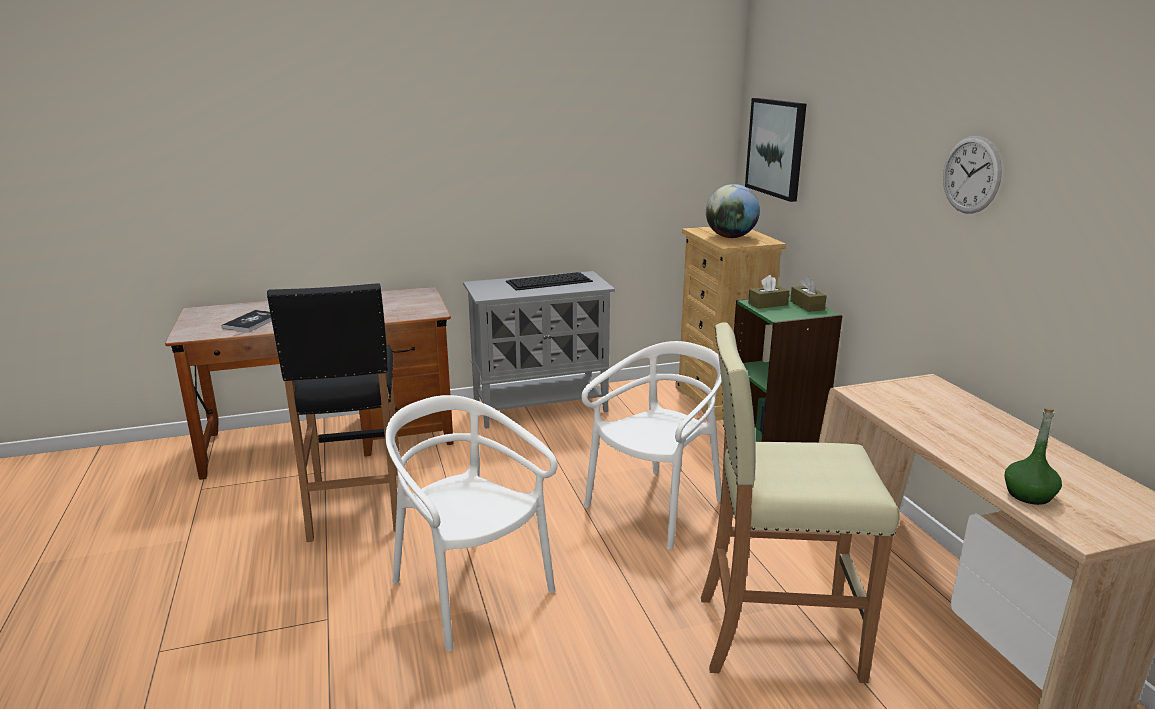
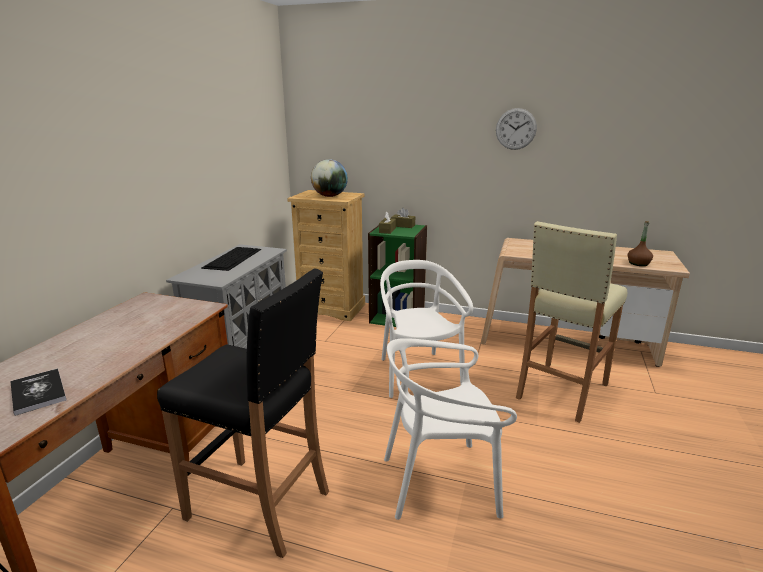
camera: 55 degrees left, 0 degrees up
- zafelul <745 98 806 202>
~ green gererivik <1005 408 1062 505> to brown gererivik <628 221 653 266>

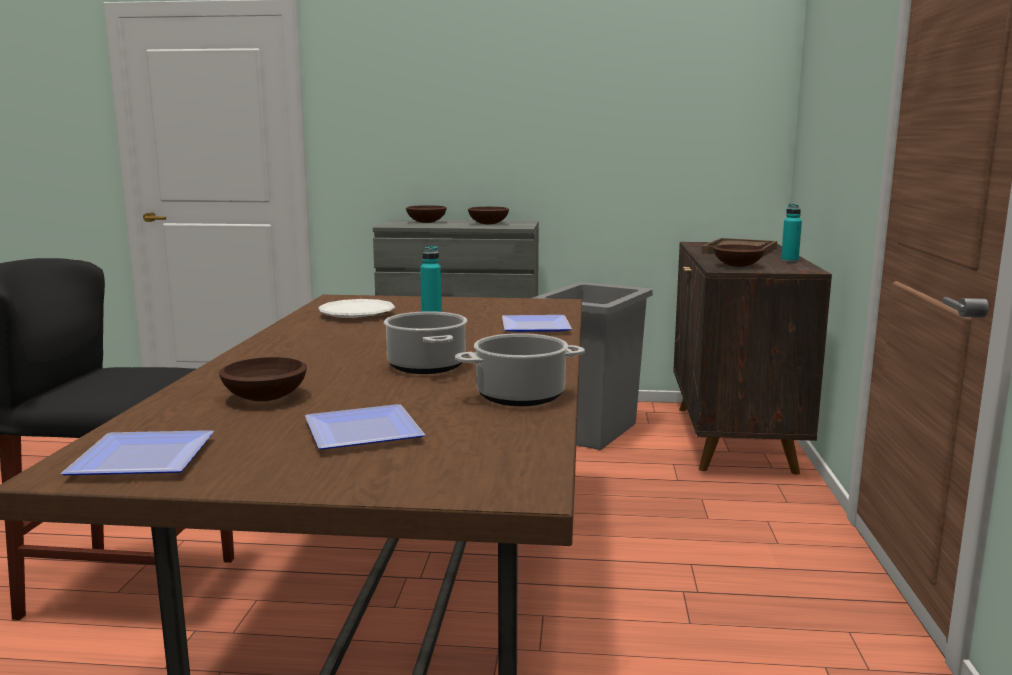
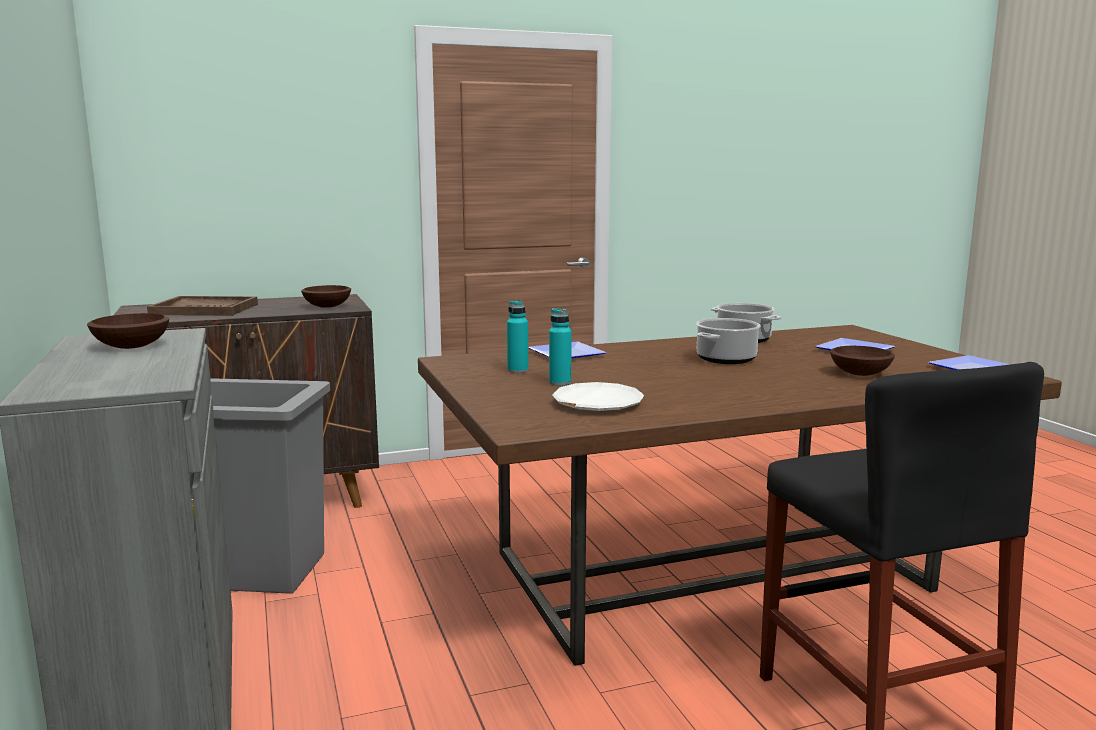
camera: 115 degrees left, 0 degrees up
- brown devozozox <406 205 447 223>
~ turquoise gererivik <781 203 802 262> to <507 300 528 373>

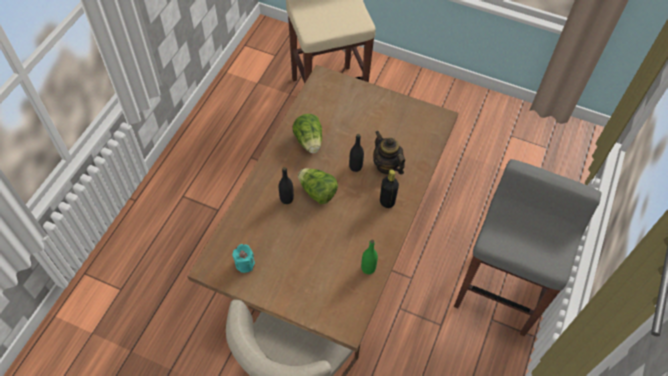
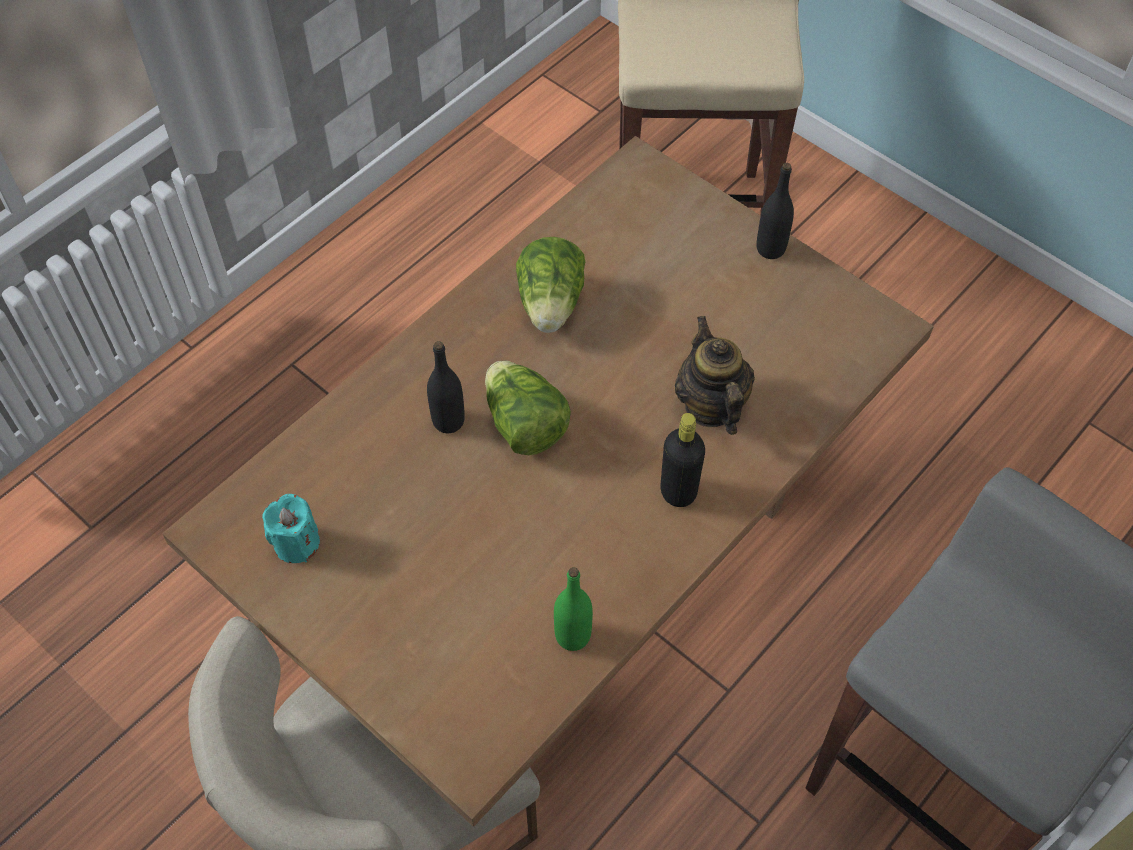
camera: 20 degrees right, 0 degrees up
~ black gererivik <349 134 364 172> to <757 163 794 259>

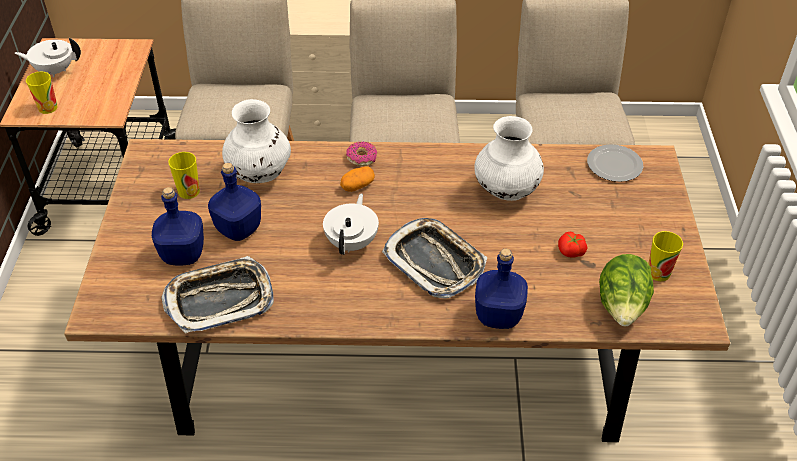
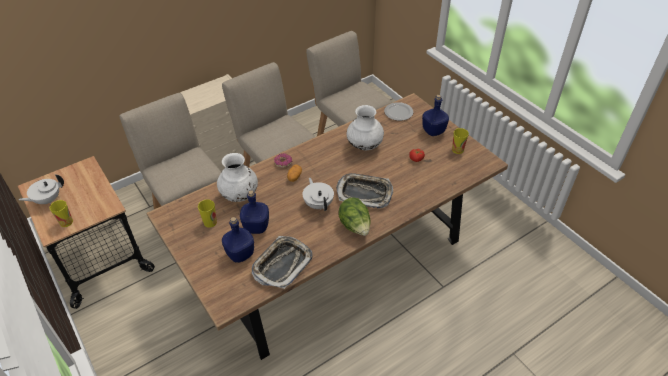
camera: 35 degrees left, 0 degrees up
~ blue gererivik <475 248 528 329> to <422 95 449 136>
~ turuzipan <599 254 654 326> to <338 198 371 236>

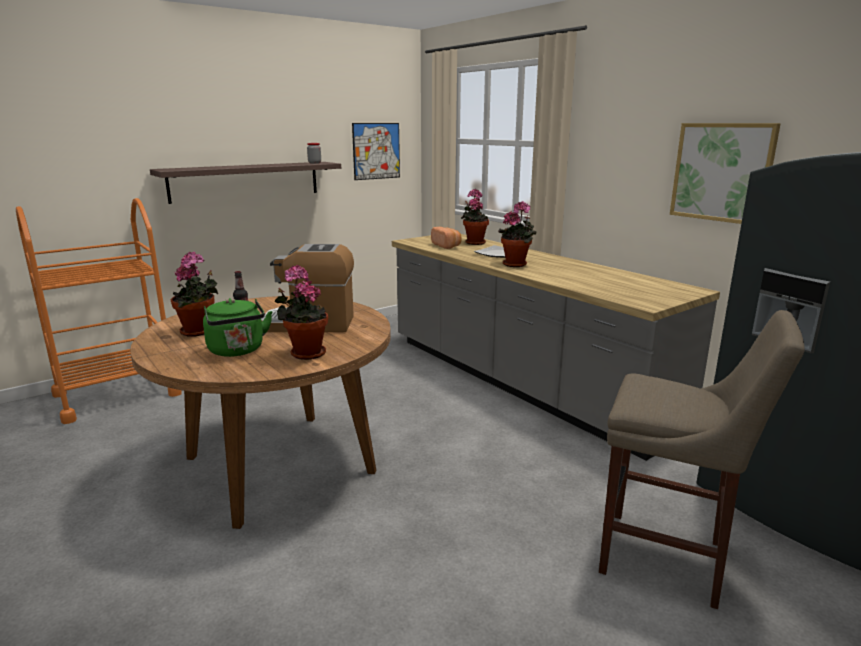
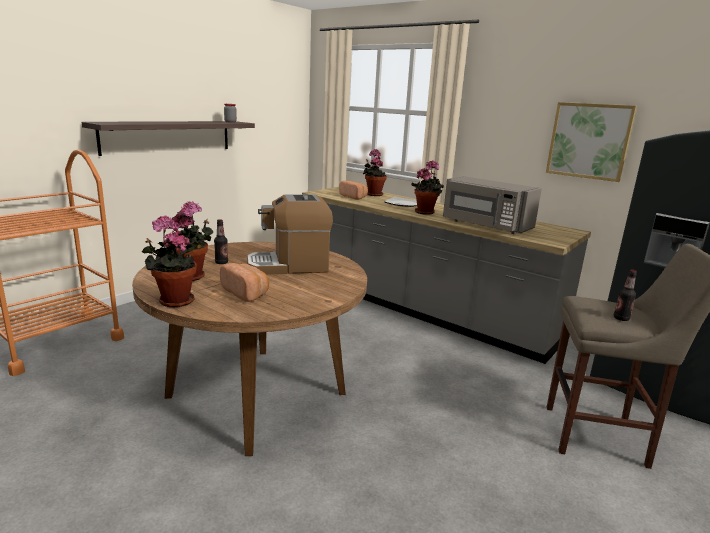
camera: 15 degrees left, 0 degrees up
- zafelul <352 123 400 180>
+ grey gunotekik <443 176 542 234>
+ gererivik <614 269 637 321>
~ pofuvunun <275 265 328 360> to <142 216 197 307>
~ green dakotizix <203 298 272 357> to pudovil <220 263 269 302>

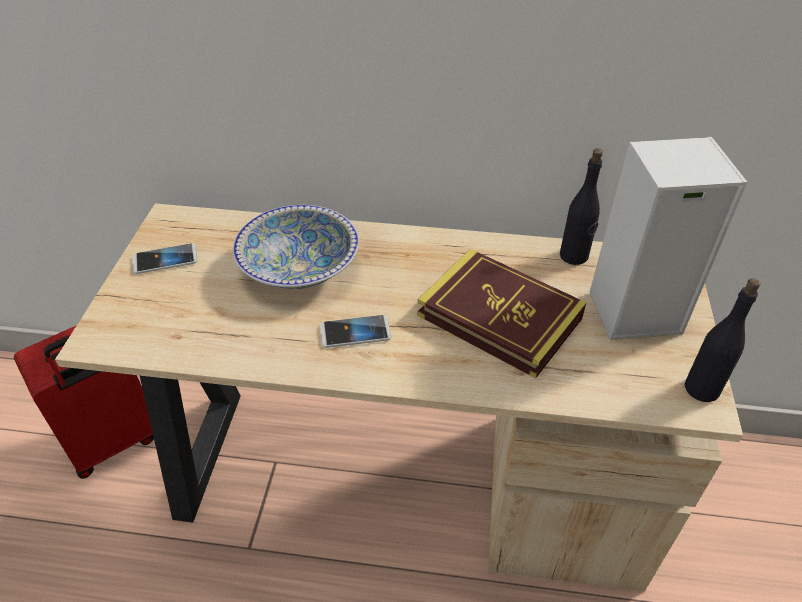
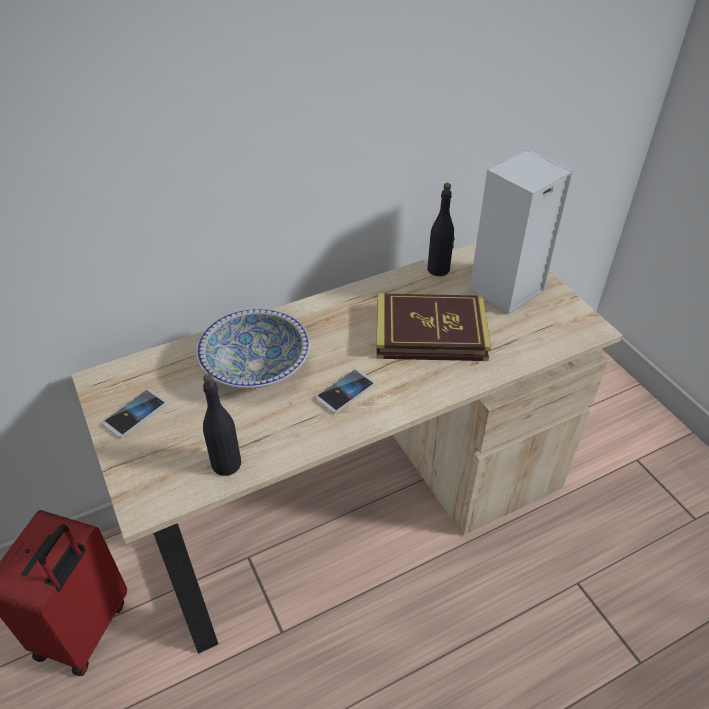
camera: 35 degrees left, 0 degrees up
~ black gererivik <684 278 760 402> to <203 374 241 476>

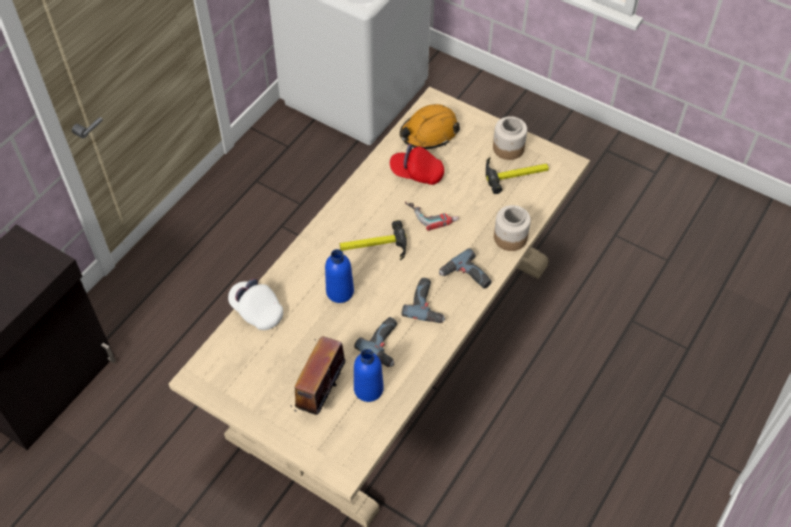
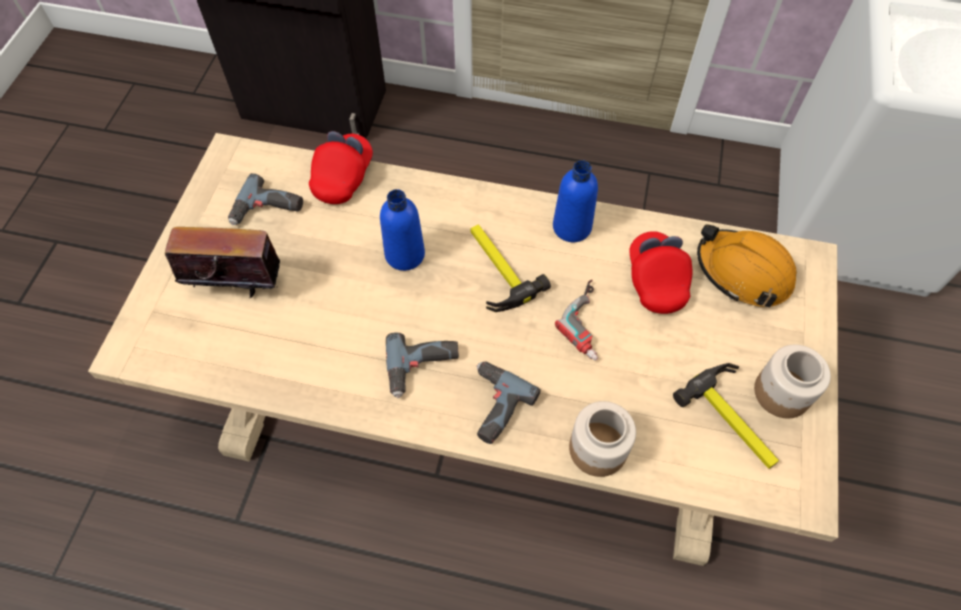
camera: 70 degrees right, 5 degrees up
~ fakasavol <354 317 397 367> to <228 173 303 225>
~ blue gererivik <354 349 384 402> to <553 160 598 242>
~ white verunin <228 278 283 330> to red verunin <309 131 373 204>

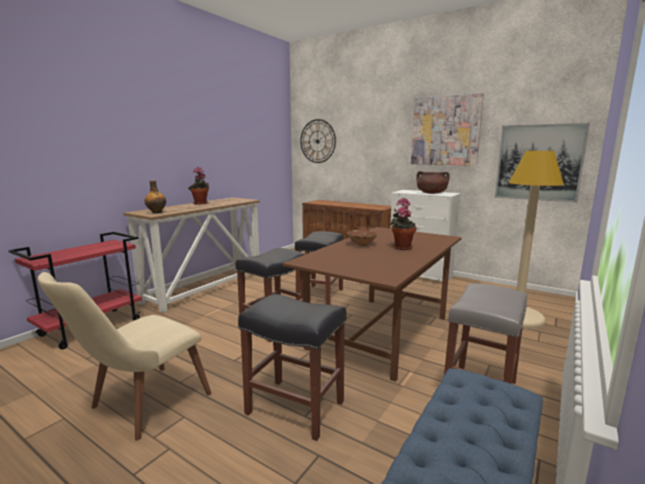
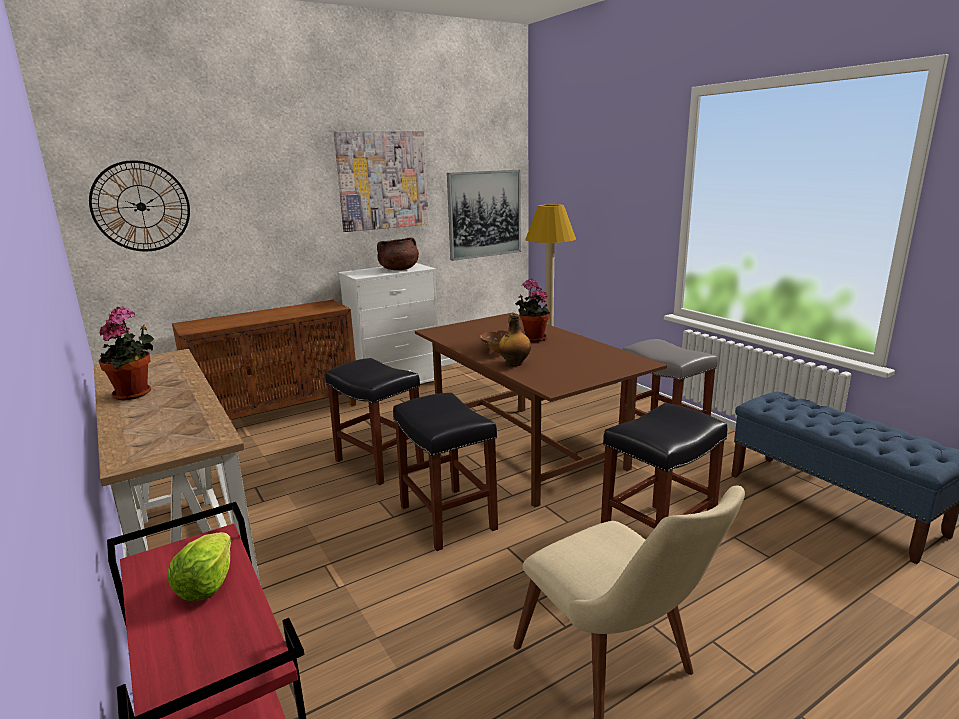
camera: 65 degrees left, 5 degrees up
+ turuzipan <168 532 231 601>
~ gererivik <144 180 166 213> to <498 313 531 366>

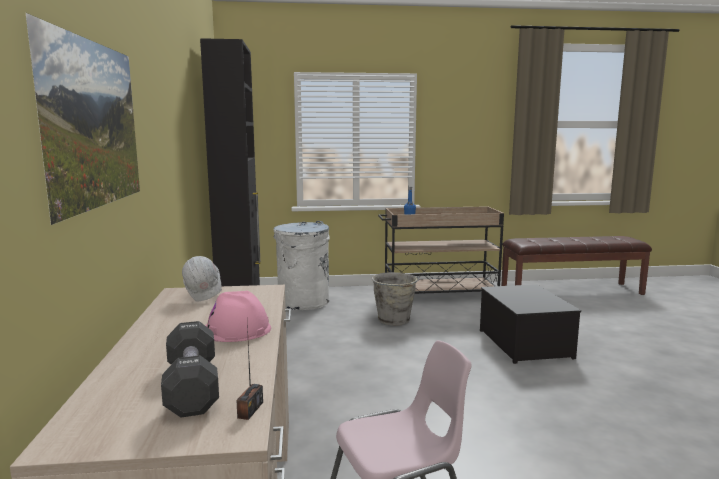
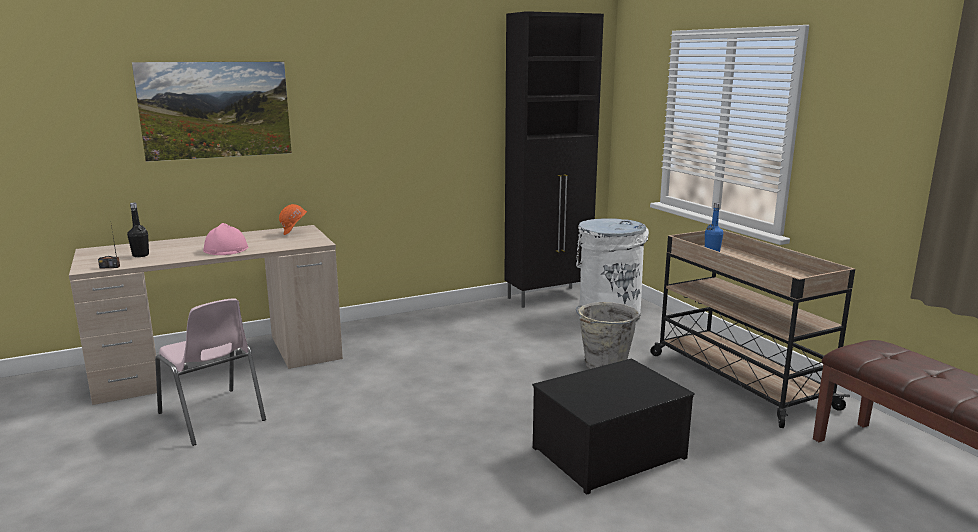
camera: 70 degrees right, 5 degrees up
~ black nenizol <161 321 219 418> to black gererivik <127 203 149 257>
~ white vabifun <182 256 222 302> to orange vabifun <279 204 307 235>

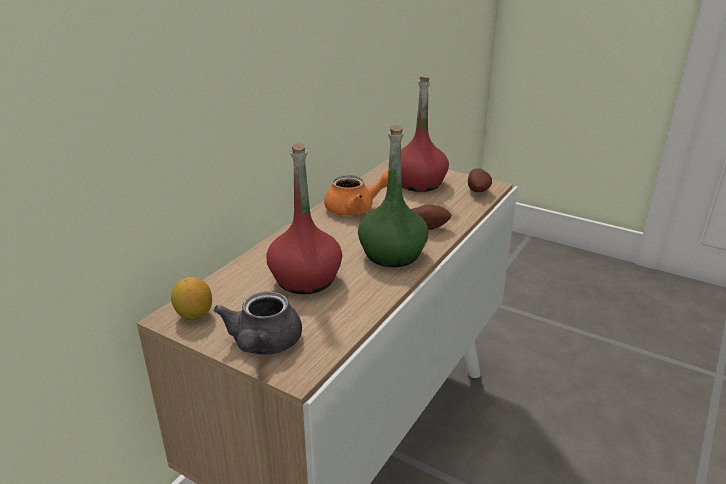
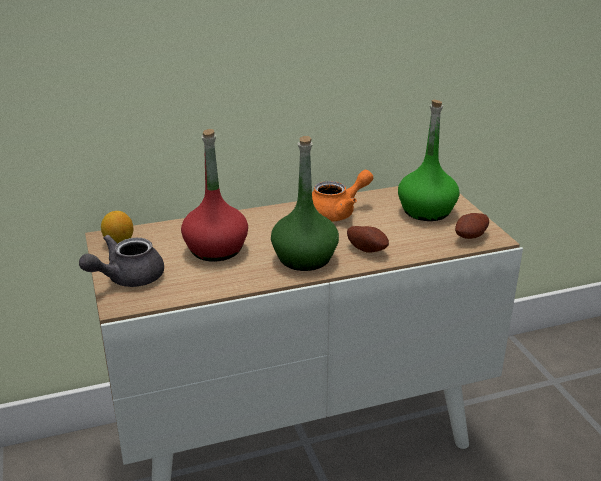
camera: 40 degrees right, 0 degrees up
~ red gererivik <401 76 449 192> to green gererivik <398 100 460 221>
~ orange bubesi <324 170 388 216> = <312 170 373 222> 60 degrees counterclockwise

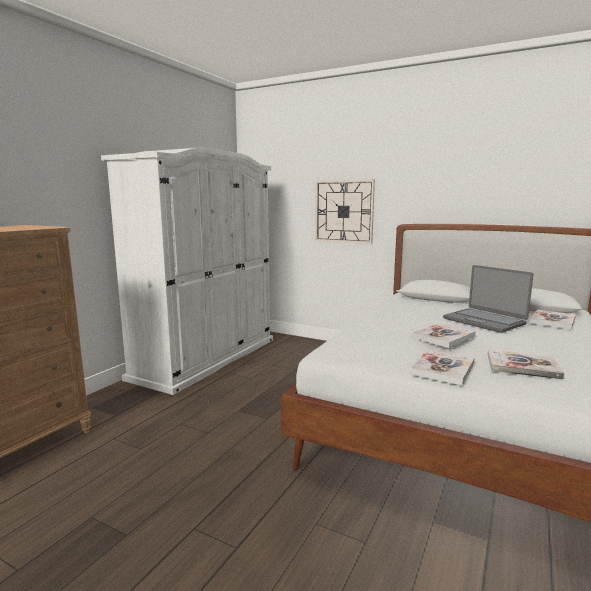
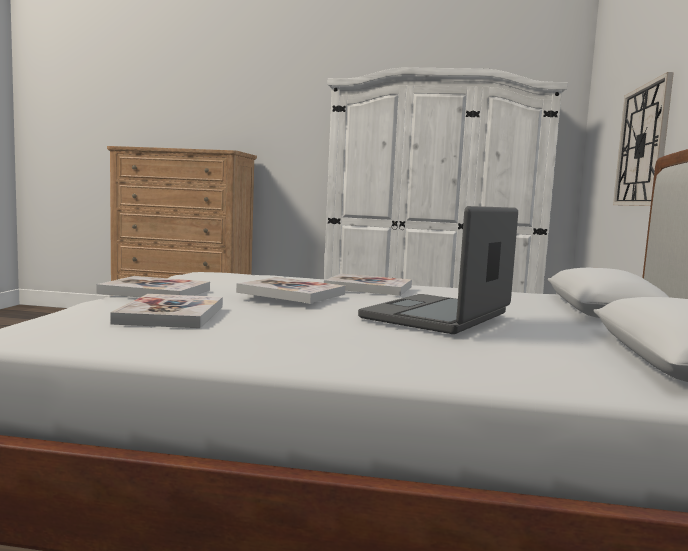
camera: 70 degrees right, 5 degrees down
~ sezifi <530 310 576 329> to <324 274 412 296>

